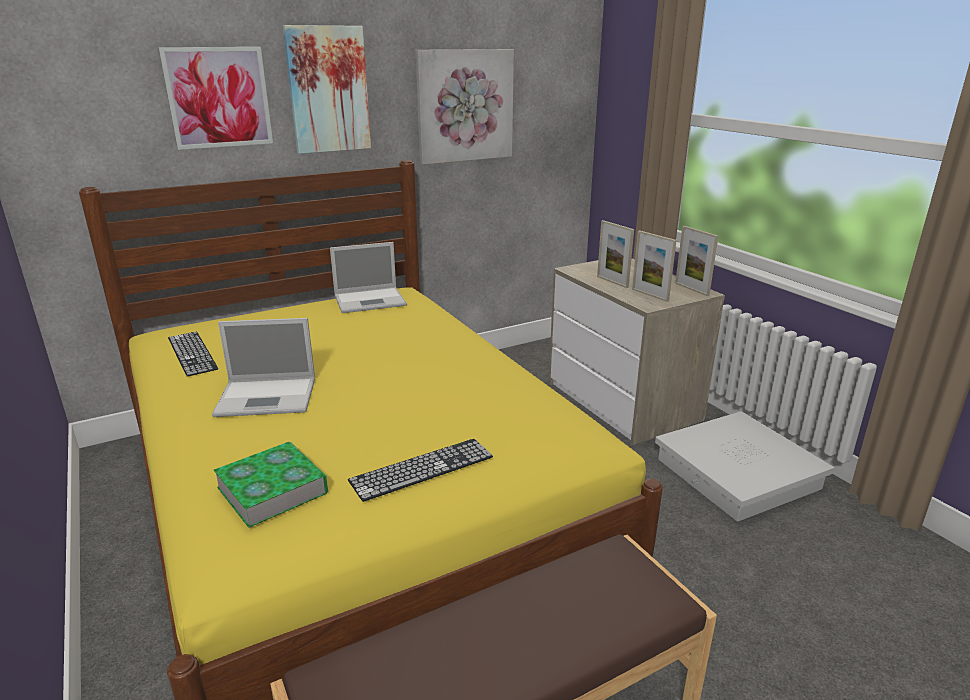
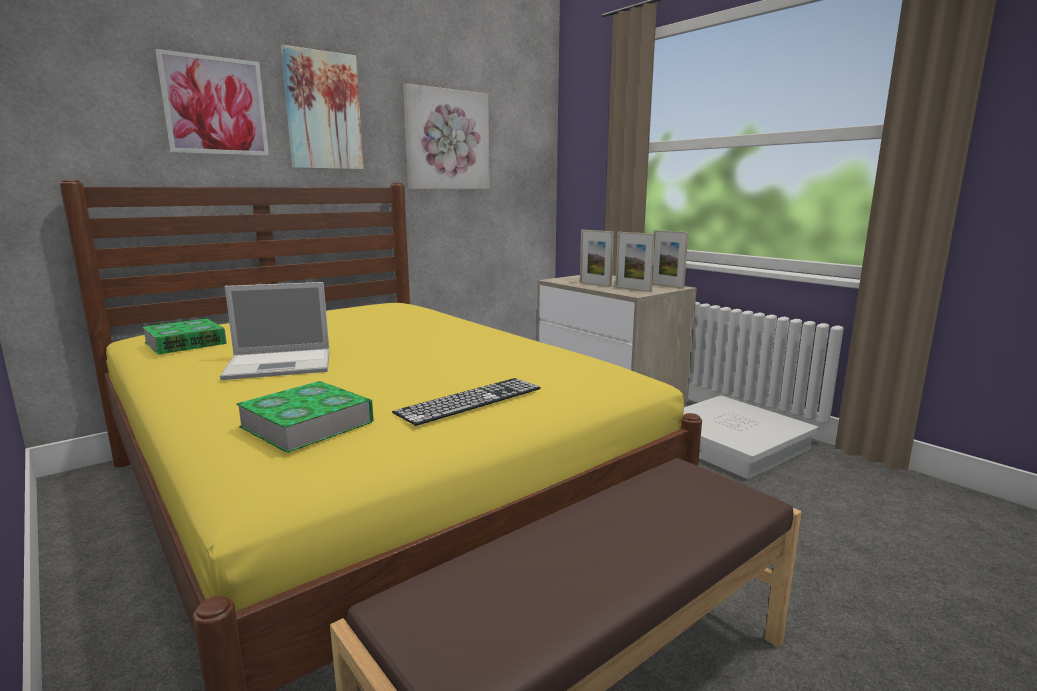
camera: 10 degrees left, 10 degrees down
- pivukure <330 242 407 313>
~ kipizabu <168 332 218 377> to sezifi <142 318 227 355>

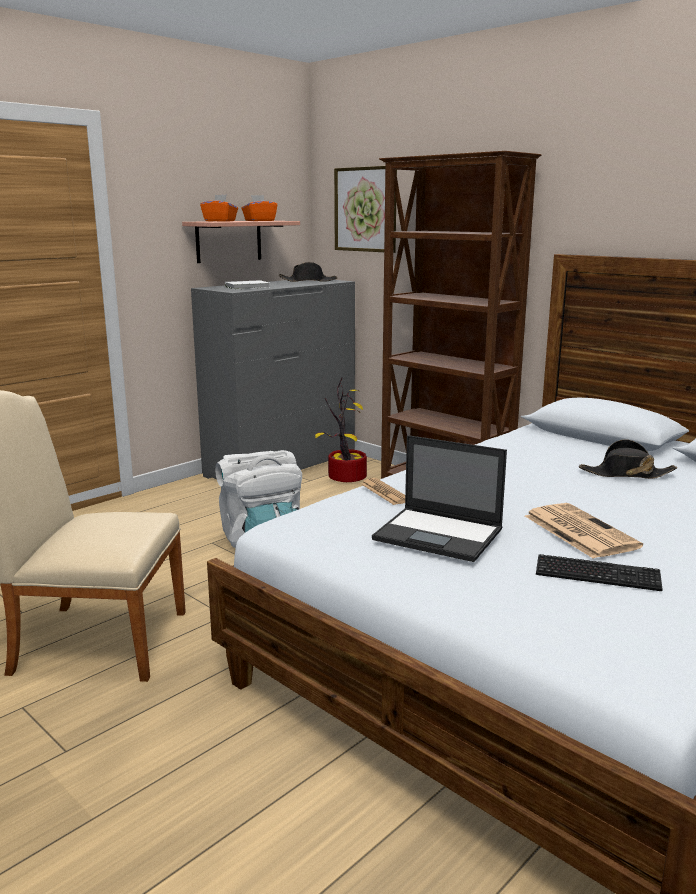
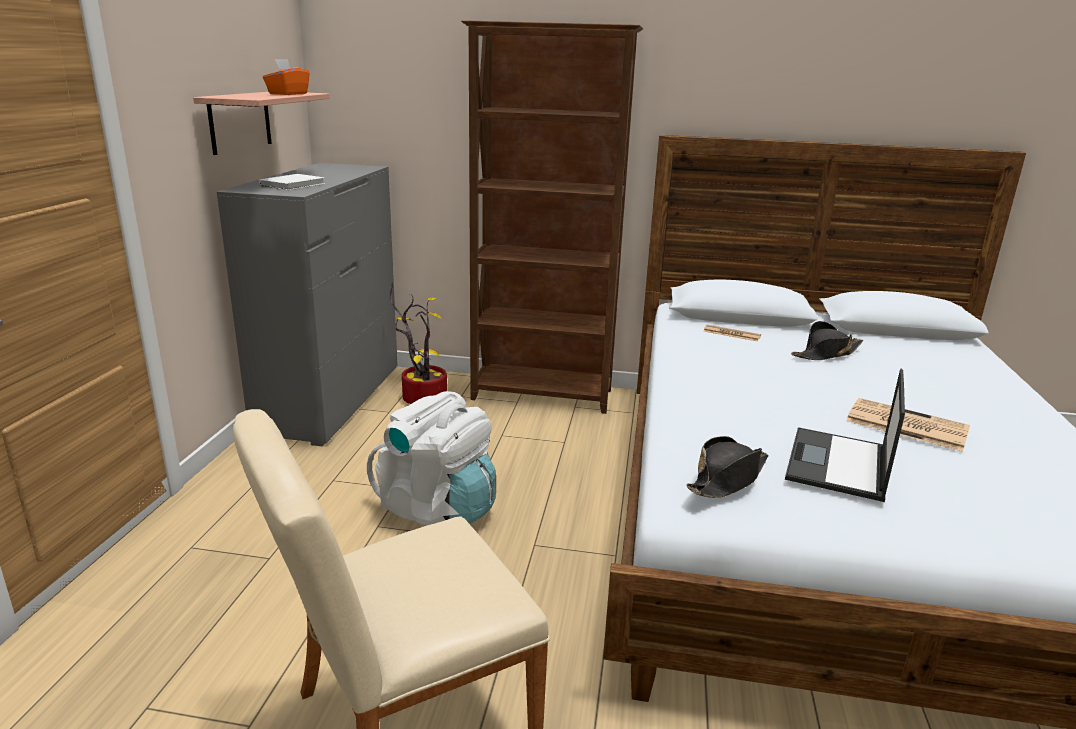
camera: 35 degrees left, 5 degrees up
- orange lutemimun <200 194 238 222>
- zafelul <334 166 397 253>
- kipizabu <536 554 663 591>
~ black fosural <279 262 337 282> to <686 436 768 498>
~ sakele <361 478 405 505> to <704 325 761 341>
~ pivukure <372 435 507 562> = <785 369 905 502> 120 degrees clockwise

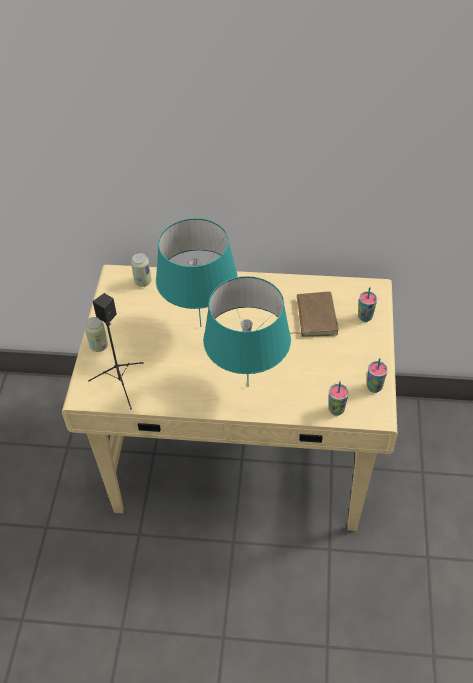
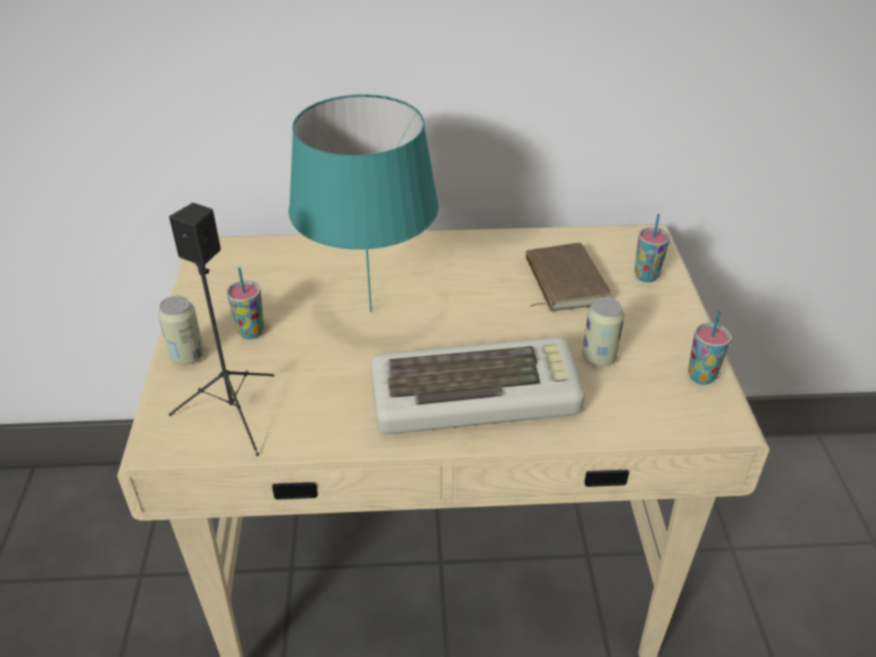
camera: 10 degrees left, 10 degrees down
~ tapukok <131 253 151 287> to <582 297 624 366>
~ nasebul <329 381 349 416> to <226 268 264 339>
~ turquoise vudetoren <203 276 291 387> to kipizabu <371 337 585 434>

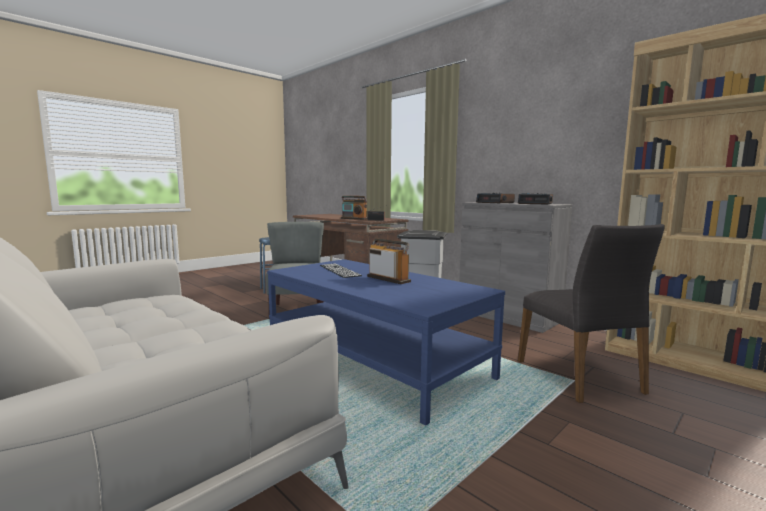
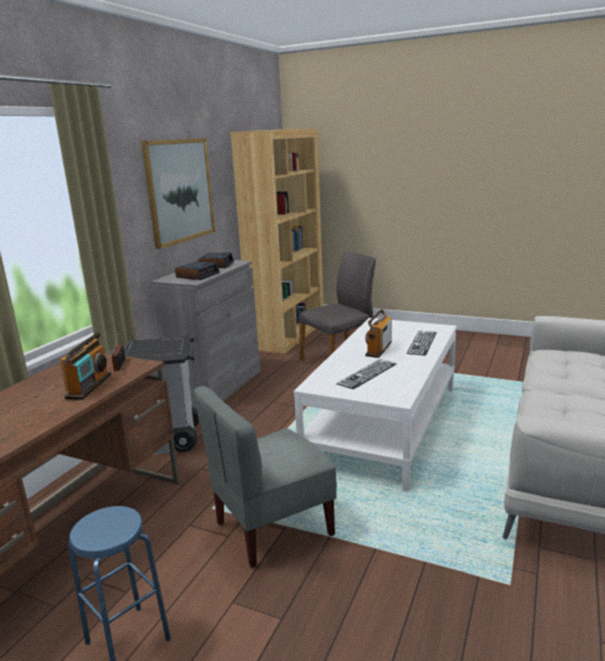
camera: 110 degrees left, 10 degrees up
+ zafelul <141 138 215 249>
+ kipizabu <407 331 437 356>
~ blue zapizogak <267 259 505 426> to white zapizogak <294 318 457 492>

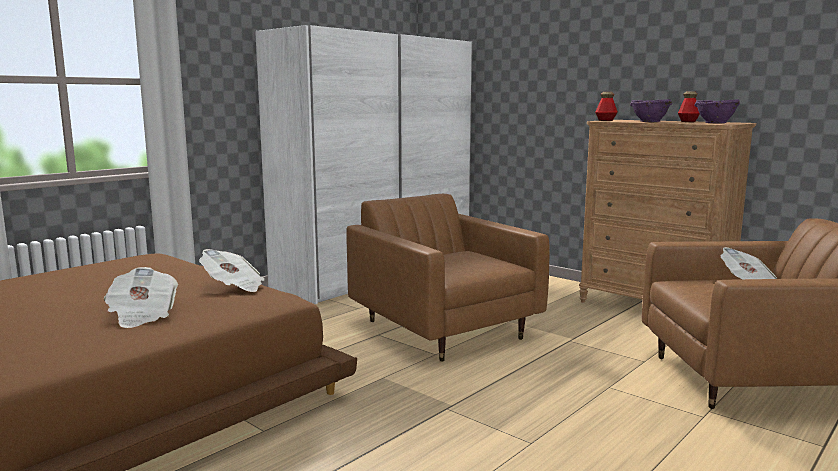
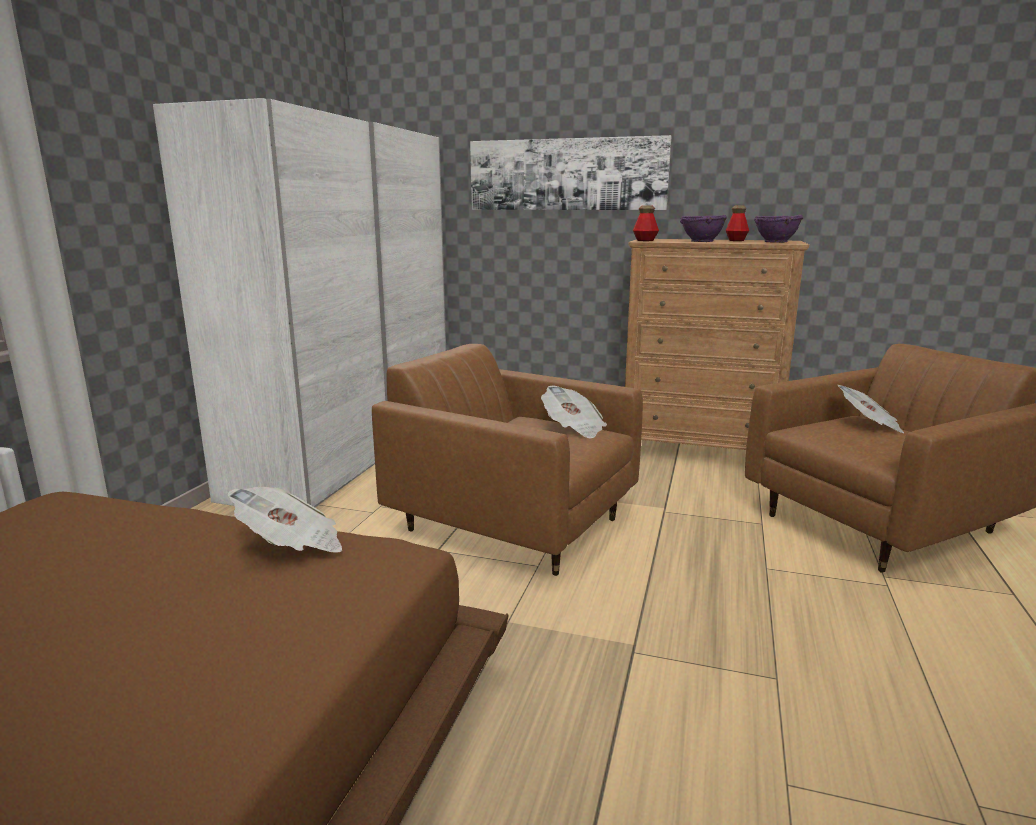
camera: 25 degrees left, 5 degrees up
+ zafelul <470 135 671 210>
~ sakele <104 267 178 328> to <541 385 607 439>

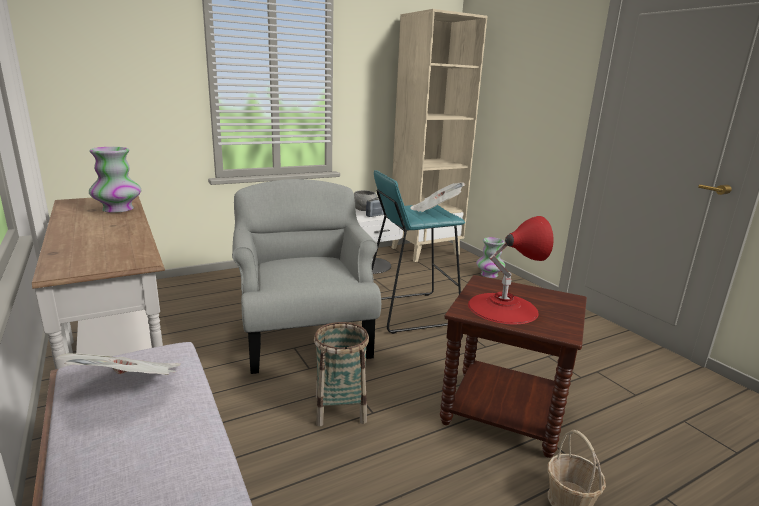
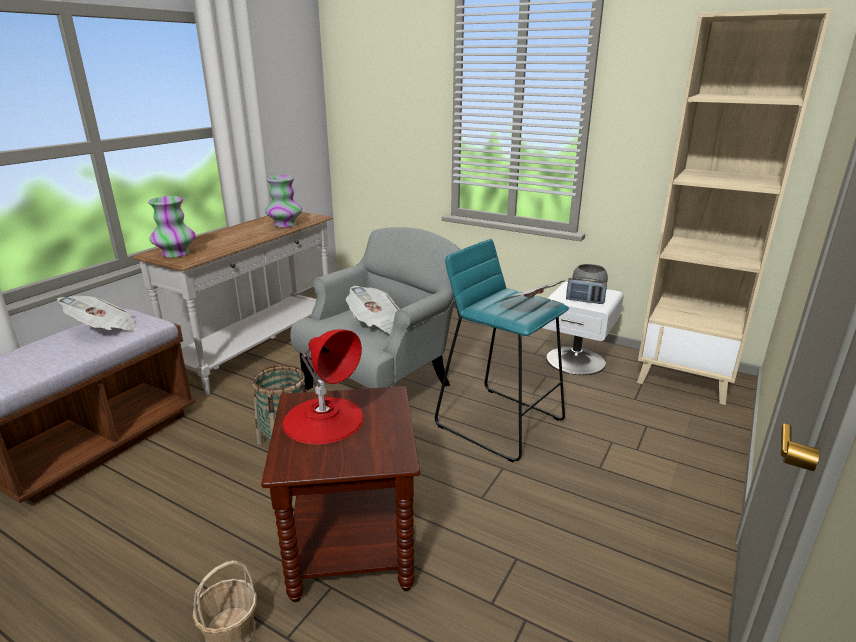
camera: 60 degrees right, 5 degrees up
+ sakele <346 286 399 334>
~ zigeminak <476 237 505 278> to <148 196 196 257>

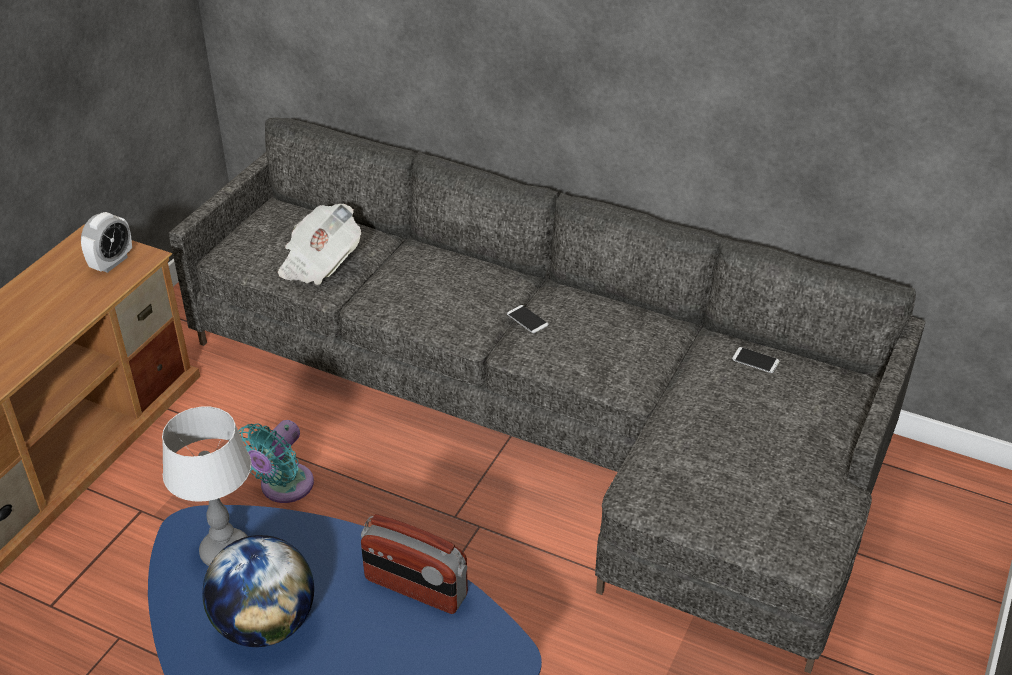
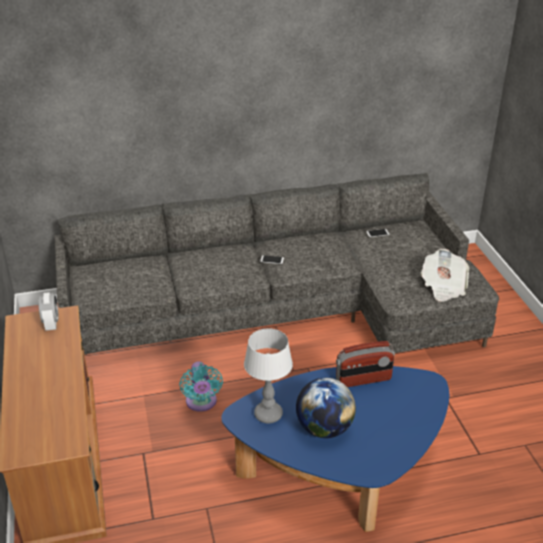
camera: 40 degrees left, 5 degrees down
~ sakele <278 204 361 285> to <421 249 469 302>

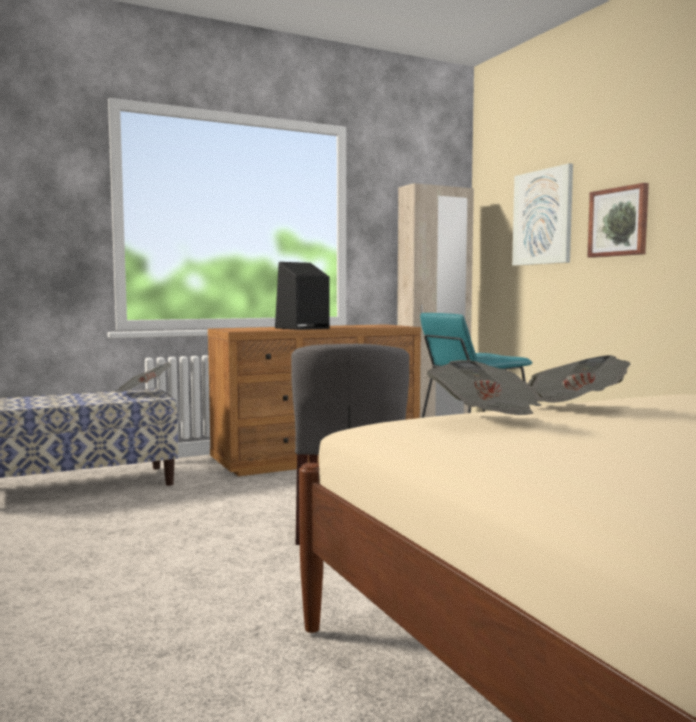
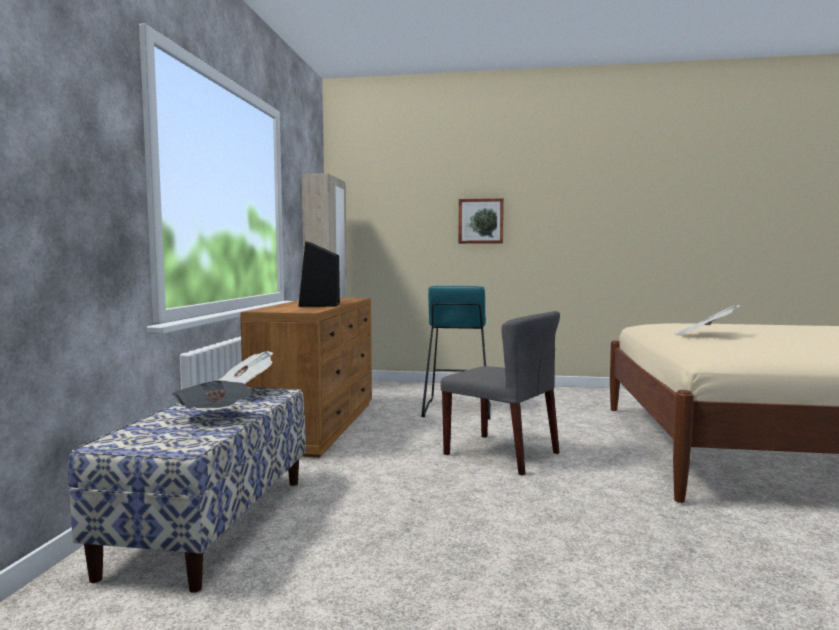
camera: 55 degrees left, 0 degrees up
- zafelul <512 163 573 266>
~ sakele <427 360 542 415> to <172 380 253 408>

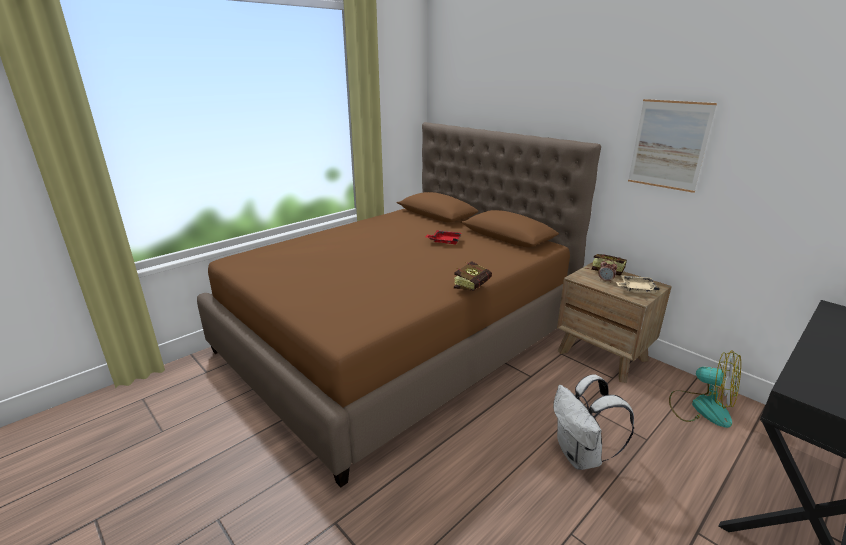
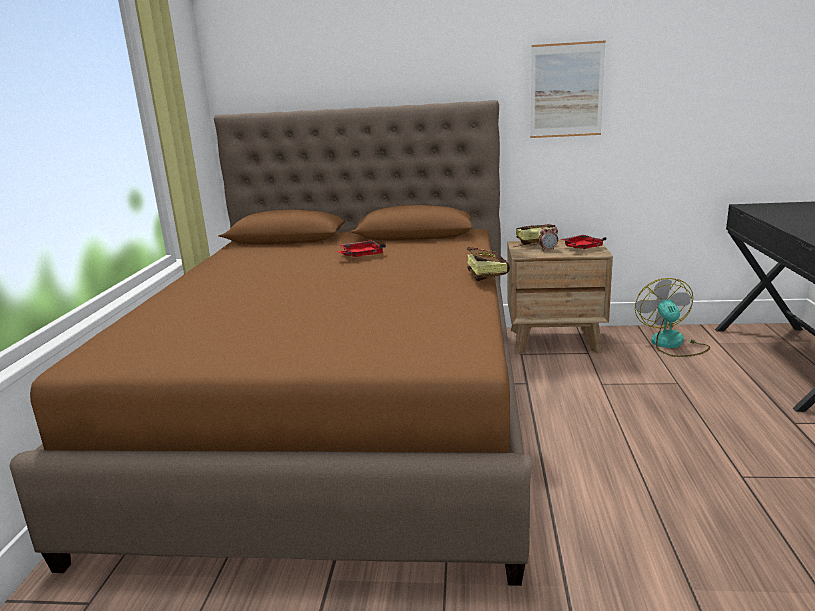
camera: 40 degrees left, 5 degrees down
- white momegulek <553 374 634 470>
~ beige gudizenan <616 275 660 293> to red gudizenan <561 235 607 249>
~ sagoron <669 350 741 428> = <635 278 710 357> 90 degrees counterclockwise

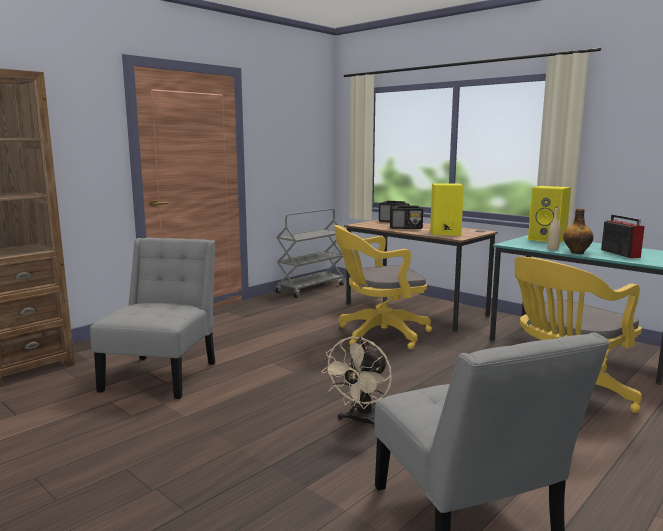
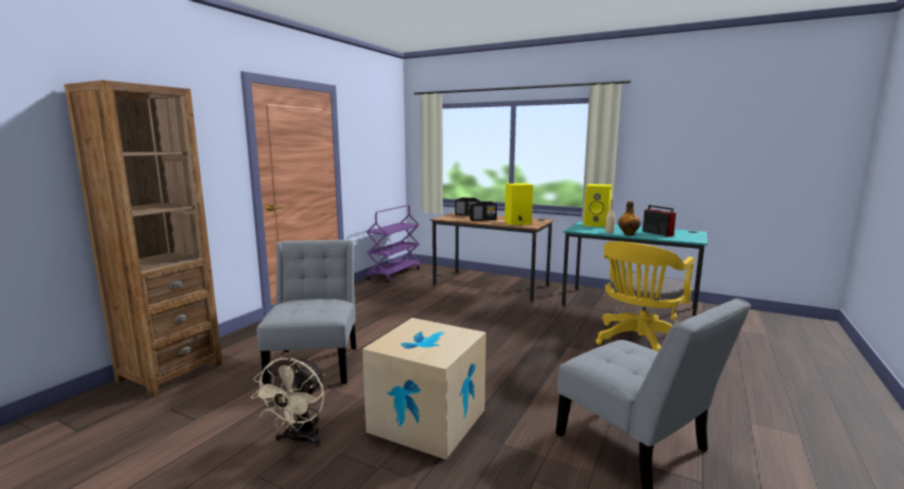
camera: 15 degrees left, 0 degrees up
- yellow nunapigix <334 225 432 350>
+ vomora <362 318 486 460>
~ beige sagoron <321 337 392 426> to <251 357 325 447>
~ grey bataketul <275 209 345 298> to purple bataketul <366 205 420 283>

